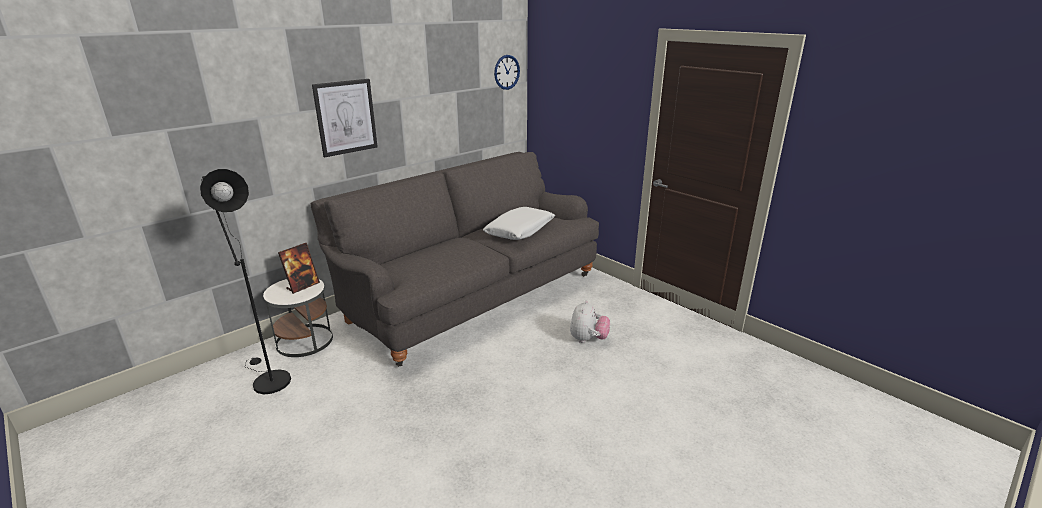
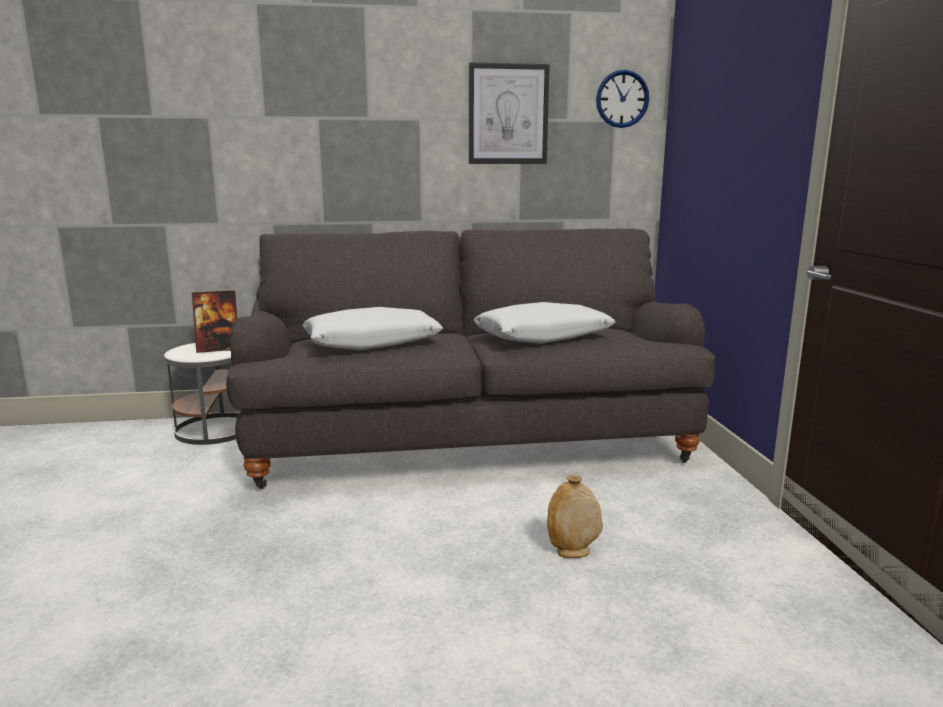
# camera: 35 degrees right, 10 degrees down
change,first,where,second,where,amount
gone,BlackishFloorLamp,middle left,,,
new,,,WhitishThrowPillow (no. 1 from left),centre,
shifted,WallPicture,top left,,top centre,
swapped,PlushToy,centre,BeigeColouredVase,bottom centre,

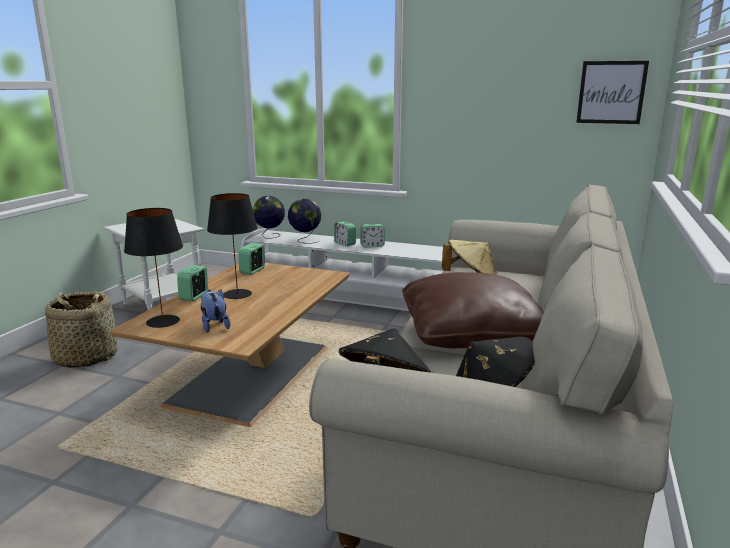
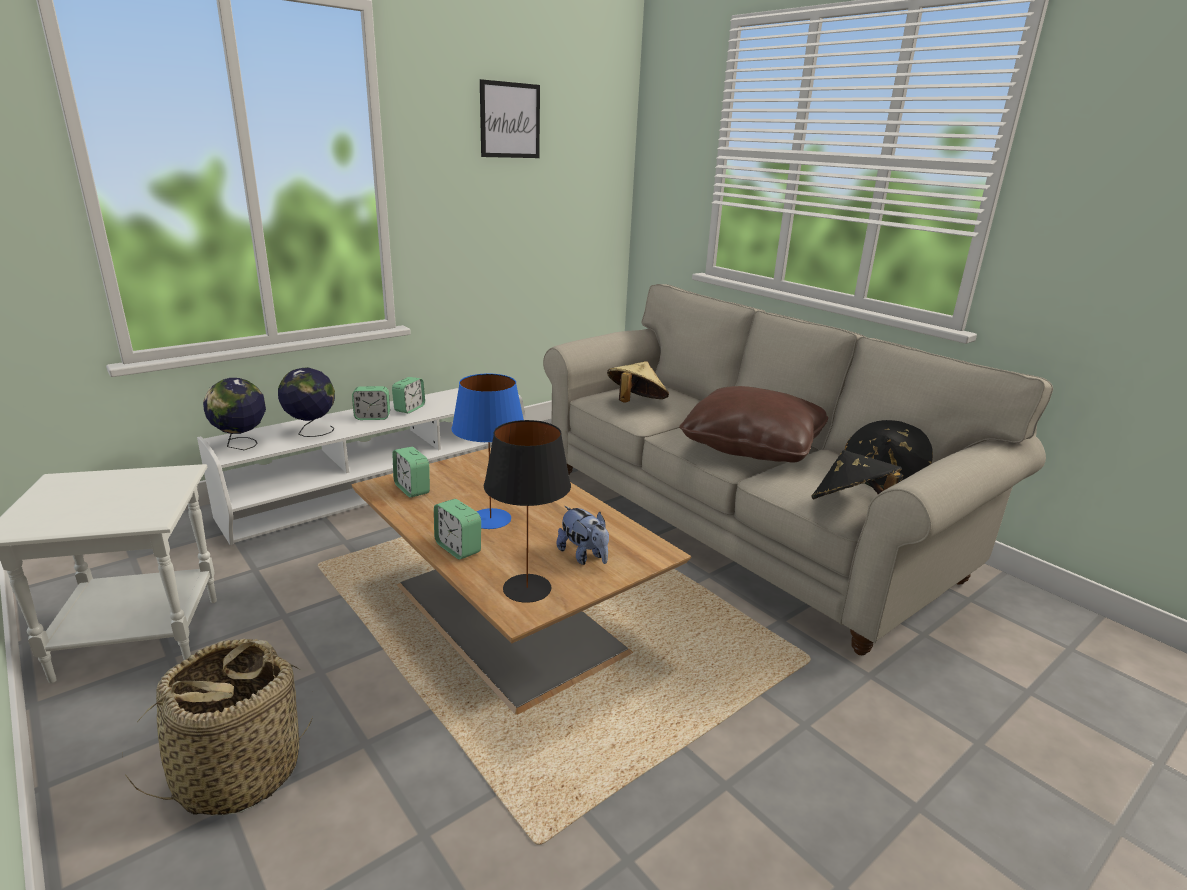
# camera: 60 degrees left, 5 degrees up
change,first,where,second,where,amount
shifted,WallPicture,top right,,top centre,
repainted,BlackishTableLamp (no. 2 from left),middle left,BlueColouredTableLamp,centre,
rotated,PlushToy,middle left,,centre,135 degrees counterclockwise

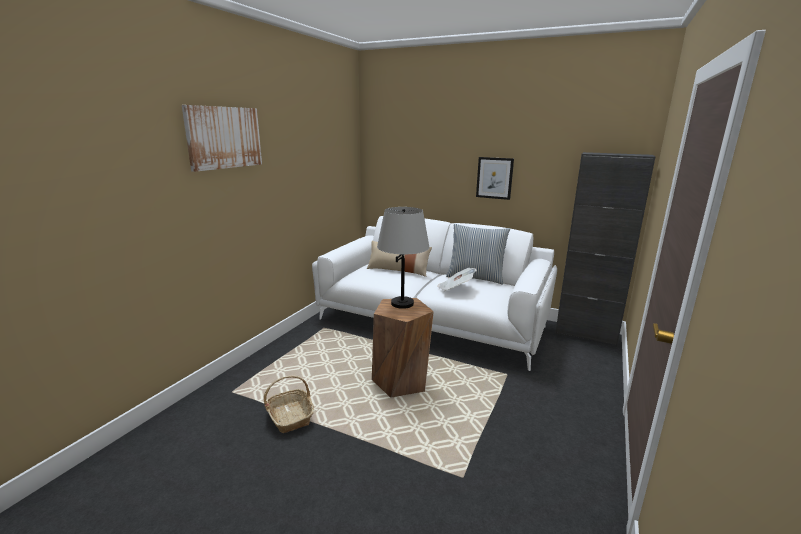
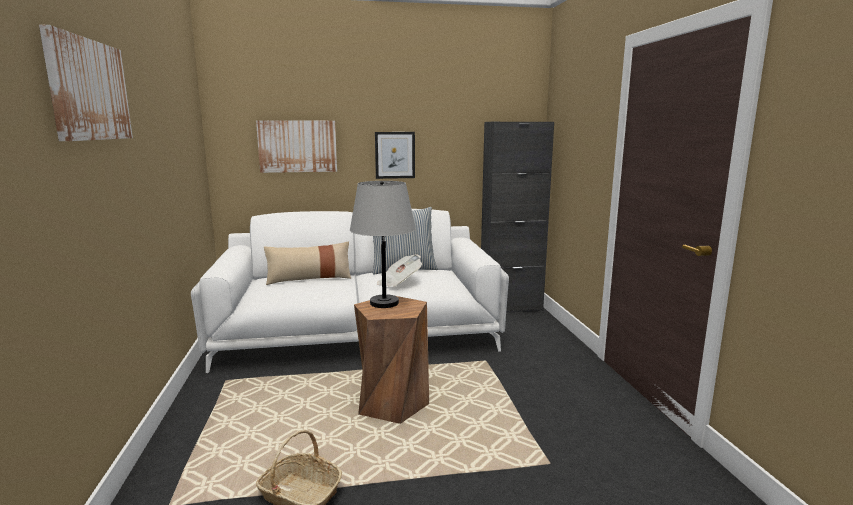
# camera: 35 degrees left, 5 degrees down
change,first,where,second,where,amount
new,,,WallPicture (no. 2 from left),top centre,

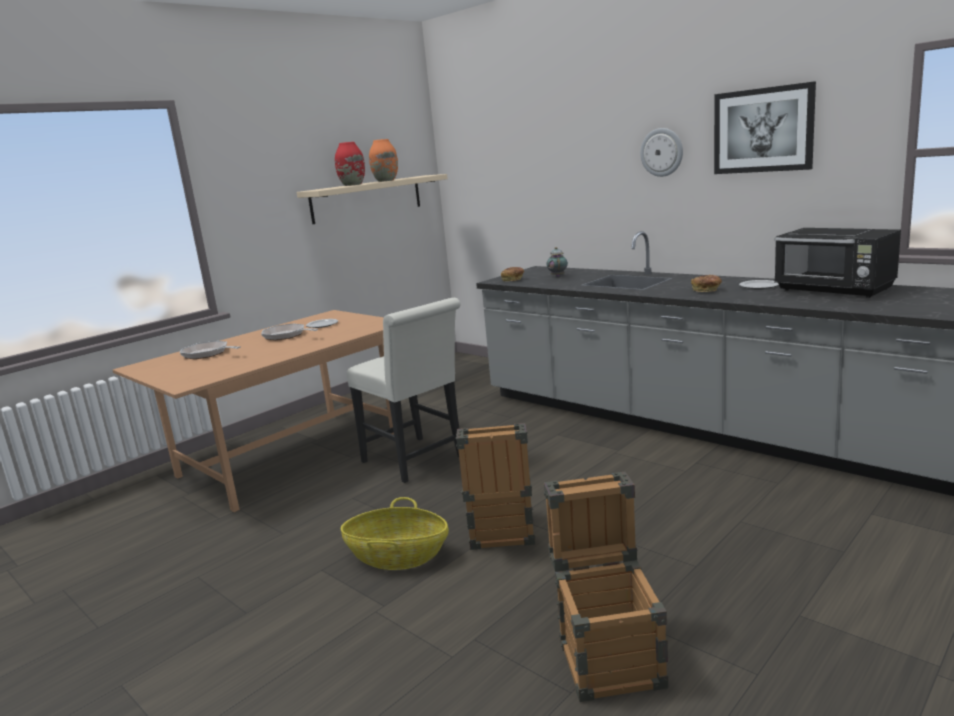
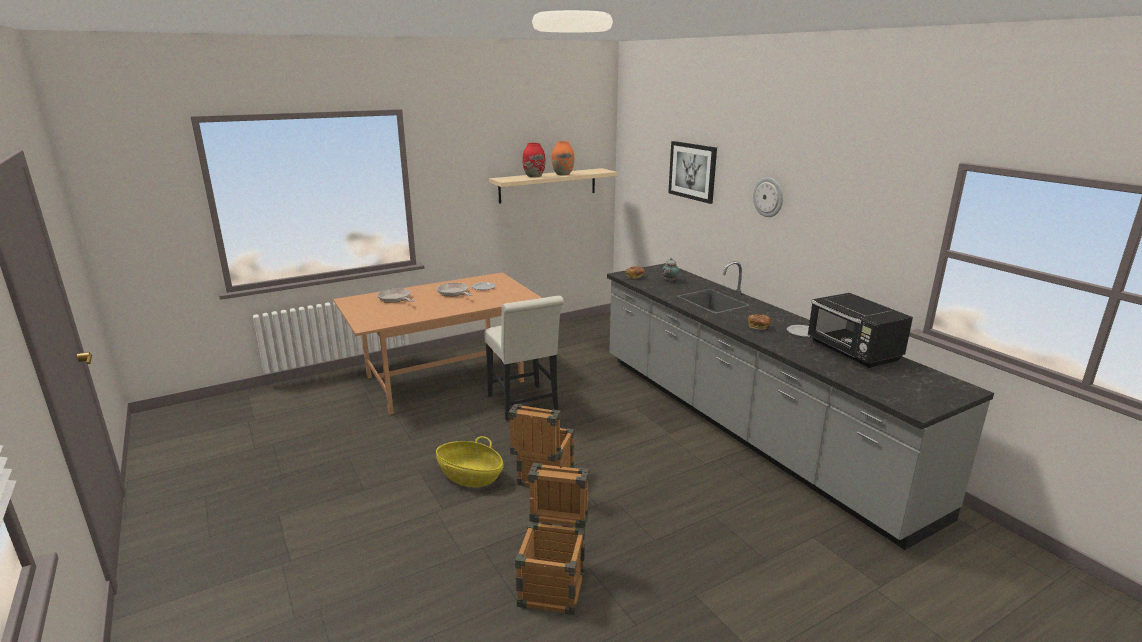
# camera: 15 degrees right, 5 degrees up
change,first,where,second,where,amount
shifted,WallPicture,top right,,top centre,

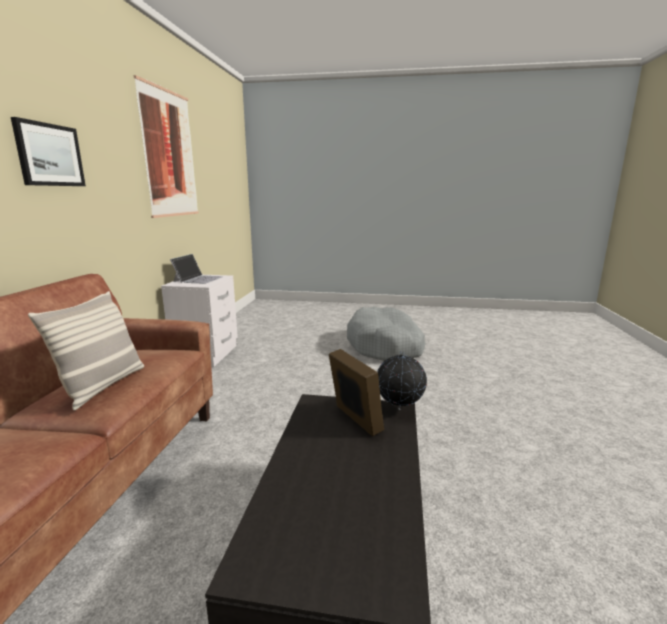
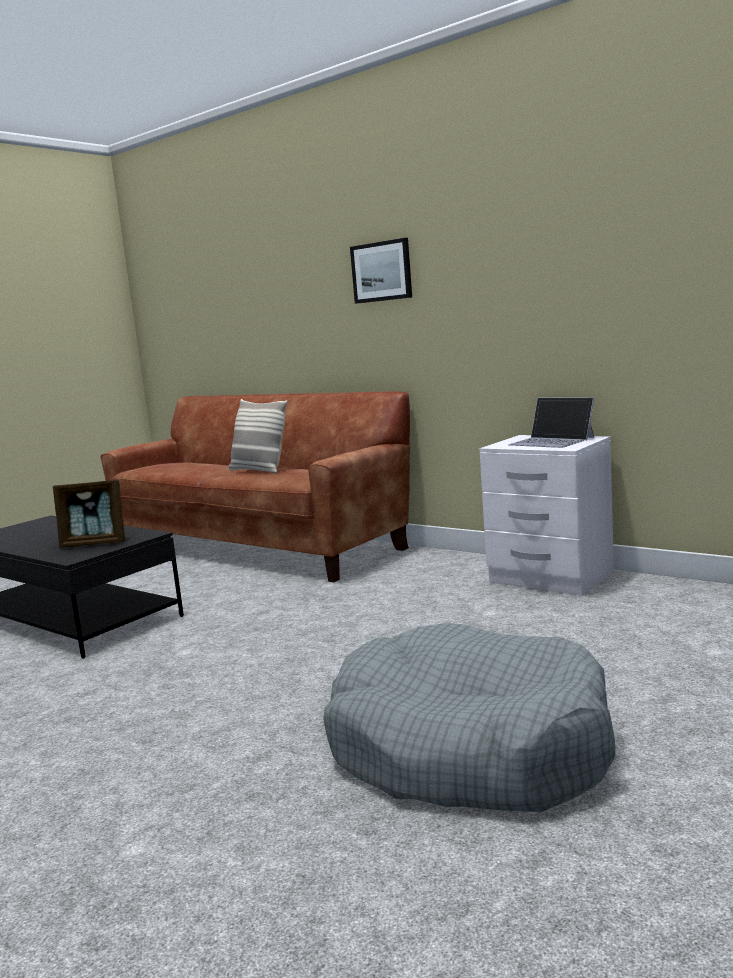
# camera: 120 degrees right, 5 degrees down
change,first,where,second,where,amount
gone,WallPicture (no. 2 from left),top left,,,
gone,DeskGlobe,centre,,,

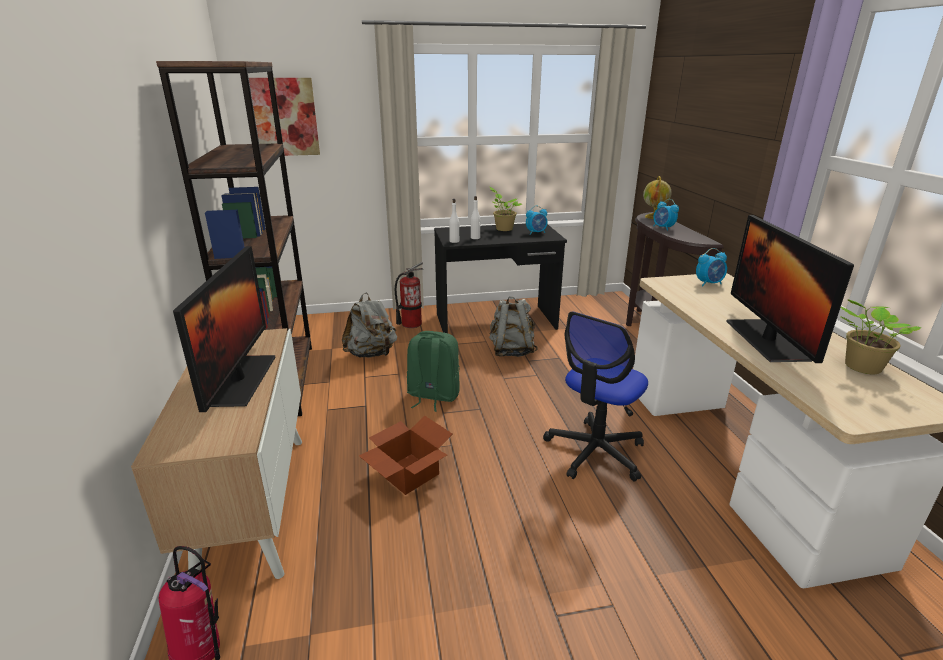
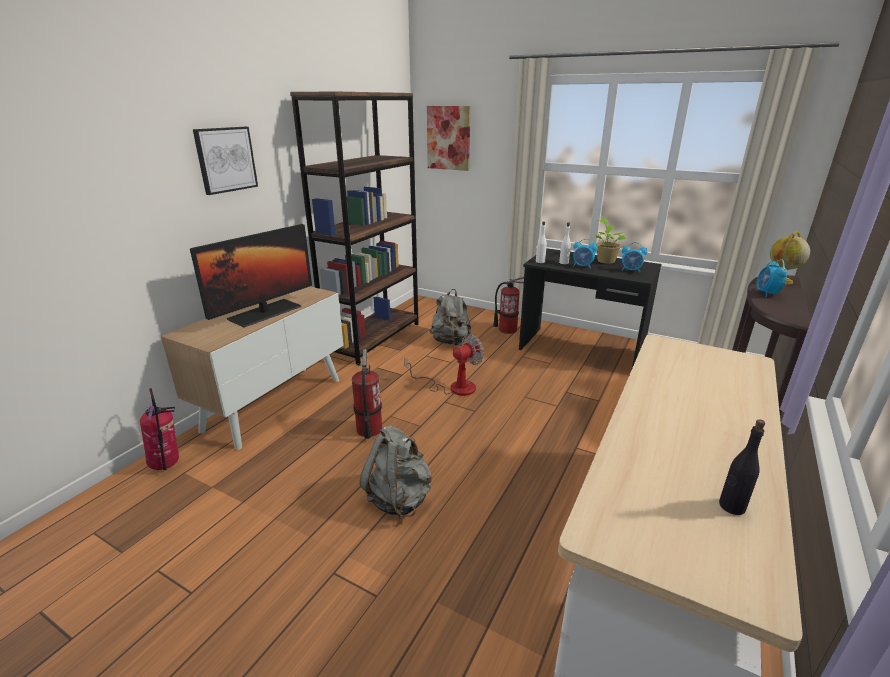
# camera: 40 degrees right, 0 degrees up
change,first,where,second,where,amount
gone,OfficeChair,centre,,,
gone,ComputerScreen (no. 2 from left),middle right,,,
new,,,WallPicture (no. 1 from left),top left,
shifted,GreyishKnapsack (no. 2 from left in the first image),centre,GreyishKnapsack (no. 1 from left),bottom centre,
shifted,BedsideClock (no. 3 from left in the first image),middle right,BedsideClock (no. 1 from left),centre,
swapped,CardboardBox,bottom centre,Extinguisher (no. 2 from left),centre,
swapped,GreenishKnapsack,centre,CoolingFan,centre,
swapped,PlantInAPot (no. 2 from left),middle right,BlackishDrinkBottle,bottom right,

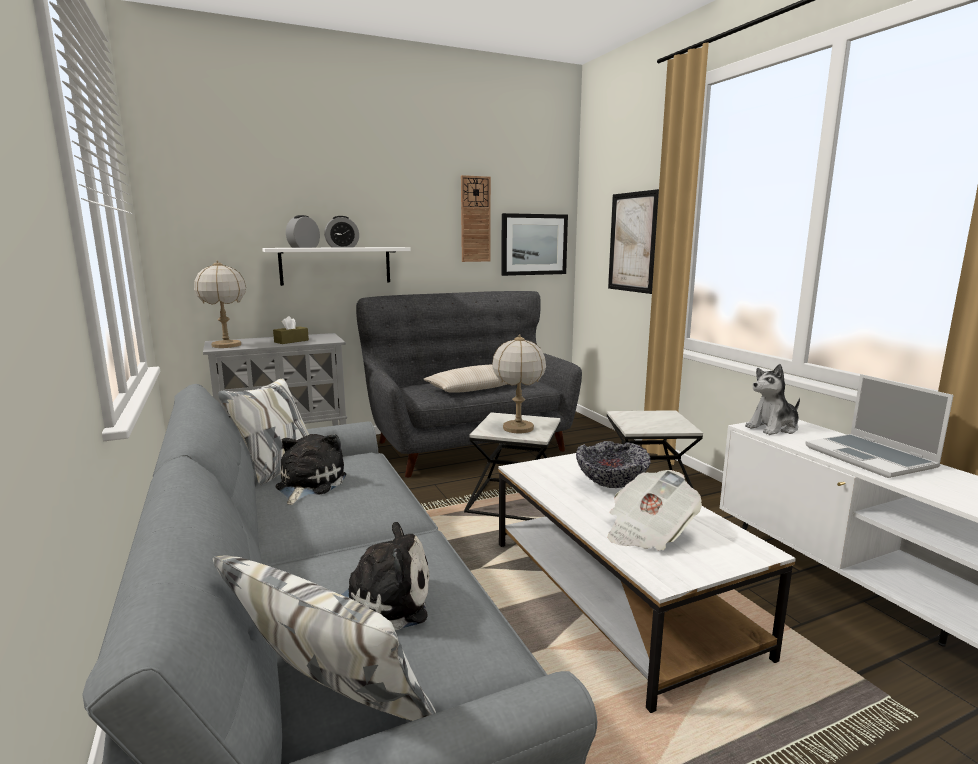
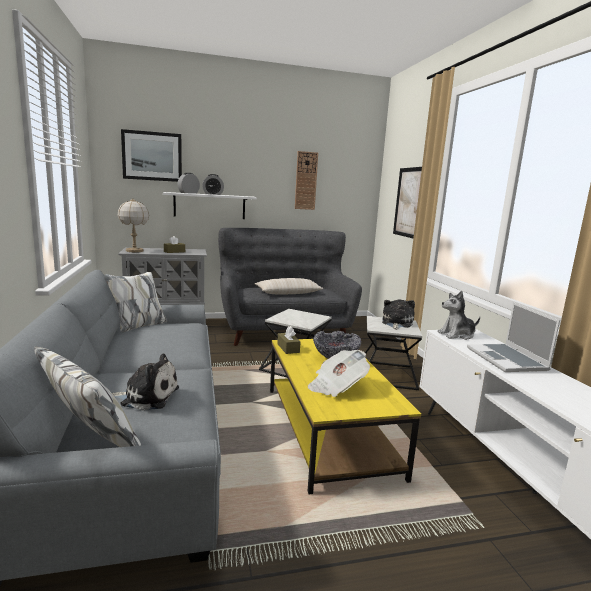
# camera: 10 degrees right, 0 degrees up
change,first,where,second,where,amount
gone,TableLamp (no. 2 from left),centre,,,
new,,,BrownishBoxOfTissues (no. 2 from left),centre,
shifted,PlushToy (no. 1 from left in the first image),middle left,PlushToy (no. 2 from left),middle right,
shifted,WallPicture (no. 1 from left),top centre,,top left,
repainted,WhitishLowTable,bottom centre,YellowishLowTable,bottom centre,

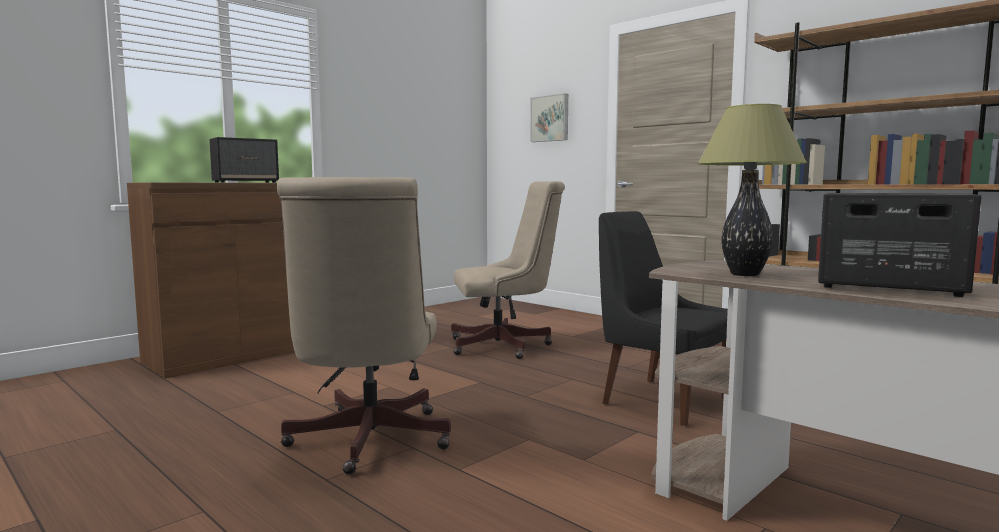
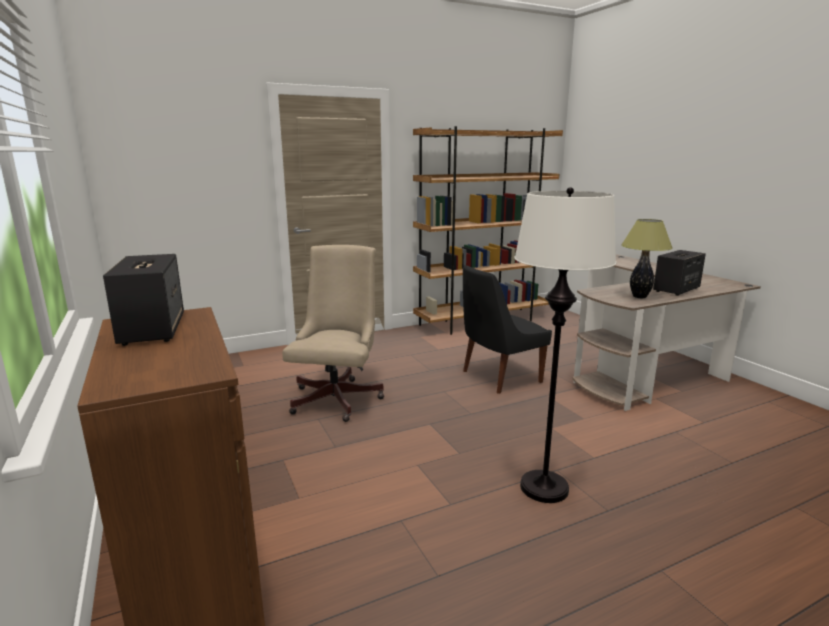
# camera: 70 degrees left, 10 degrees up
change,first,where,second,where,amount
gone,WallPicture,top centre,,,
swapped,BeigeColouredOfficeChair (no. 1 from left),centre,WhitishFloorLamp,middle right,

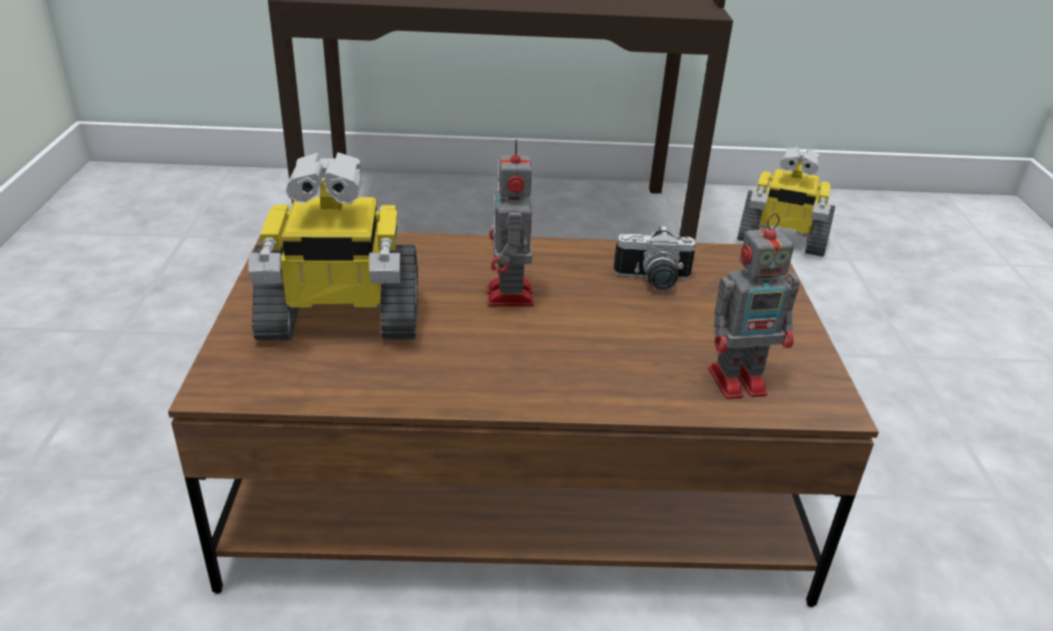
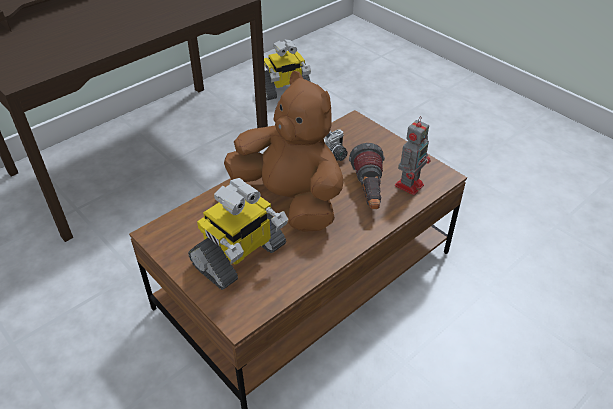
# camera: 40 degrees left, 10 degrees up
change,first,where,second,where,amount
new,,,Flashlight,centre,
swapped,ToyRobot (no. 2 from left),centre,BrownishPlushToy,centre,

